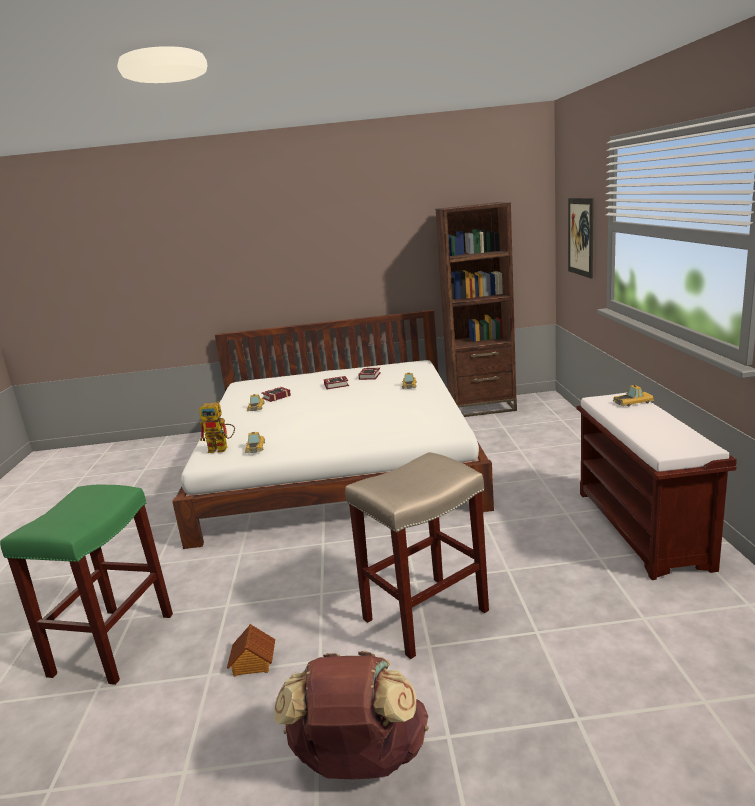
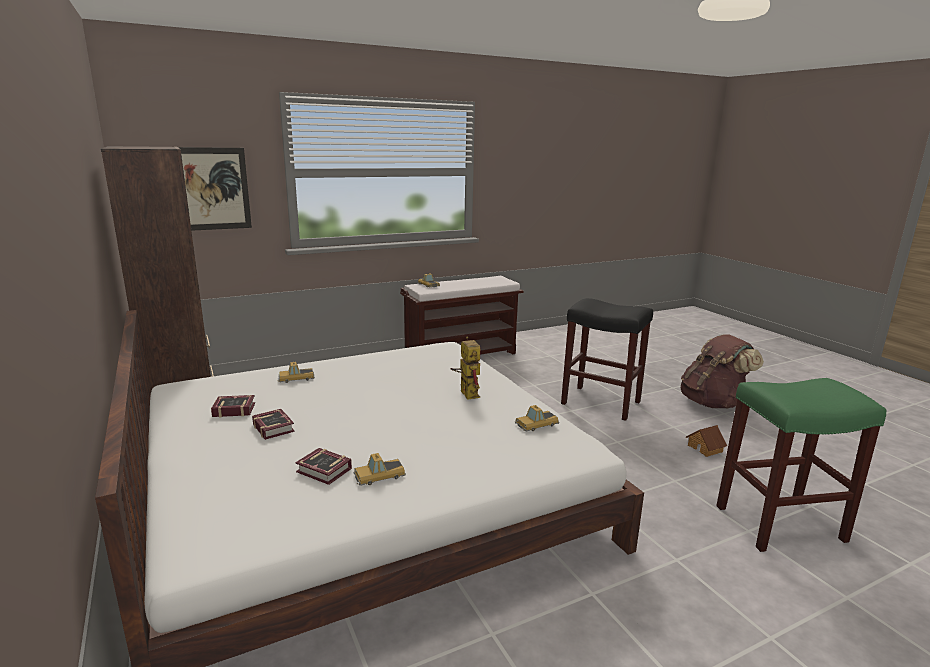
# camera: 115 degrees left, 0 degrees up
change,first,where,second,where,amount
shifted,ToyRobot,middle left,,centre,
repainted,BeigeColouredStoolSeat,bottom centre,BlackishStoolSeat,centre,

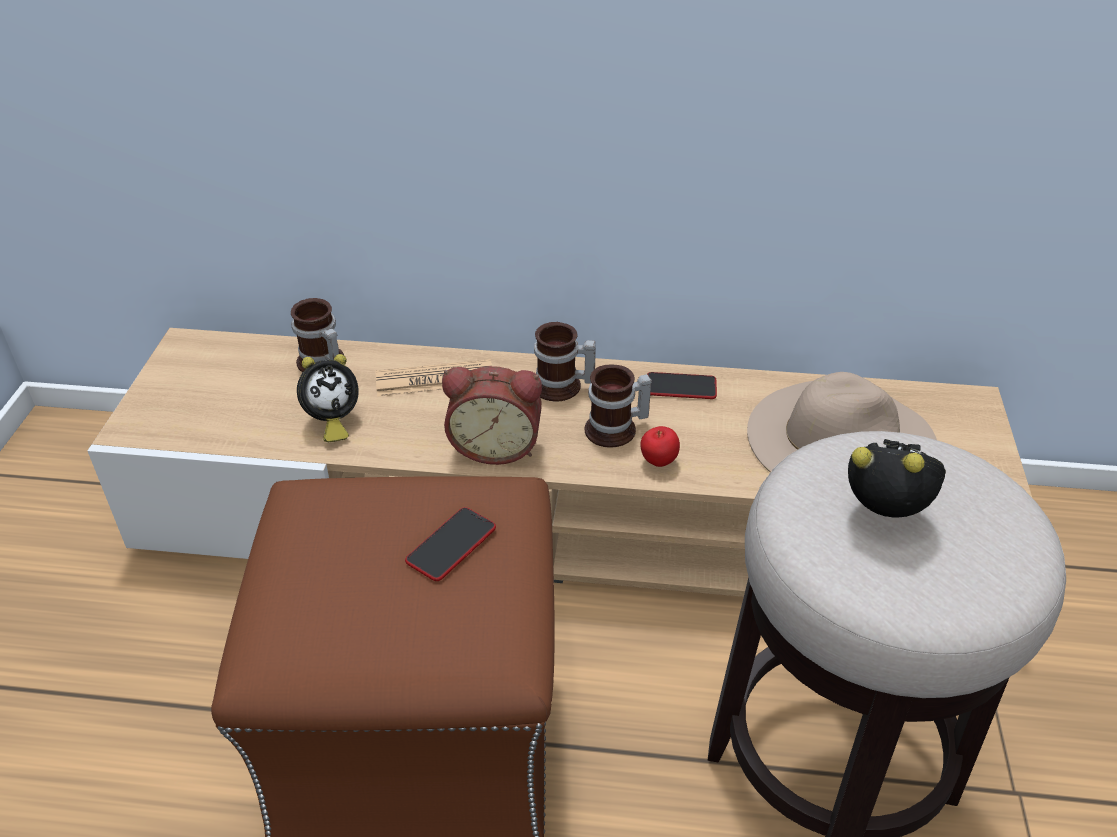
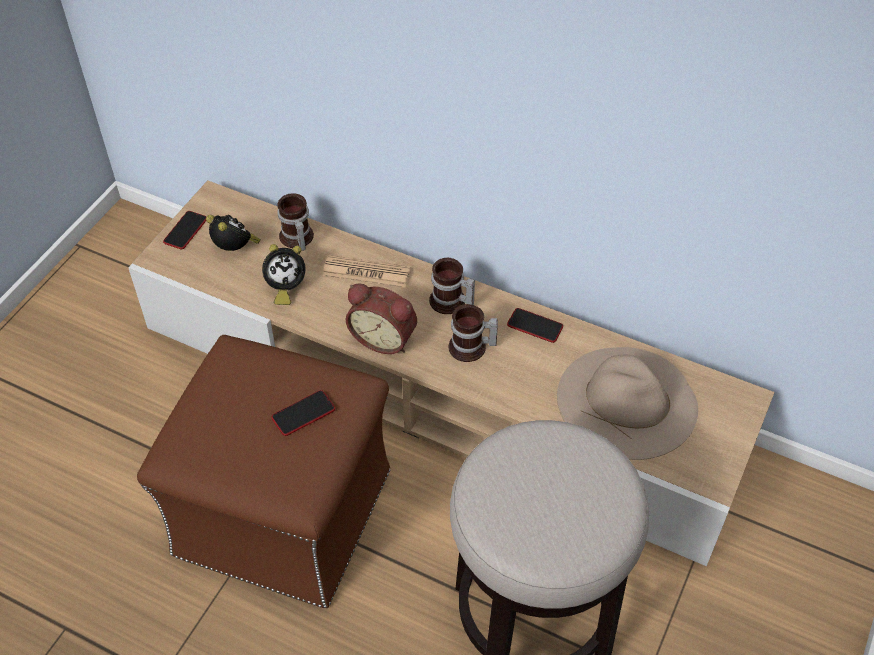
# camera: 20 degrees right, 10 degrees up
change,first,where,second,where,amount
gone,WholeApple,centre,,,
new,,,Phone (no. 1 from left),middle left,
shifted,BedsideClock (no. 3 from left in the first image),middle right,BedsideClock (no. 1 from left),middle left,

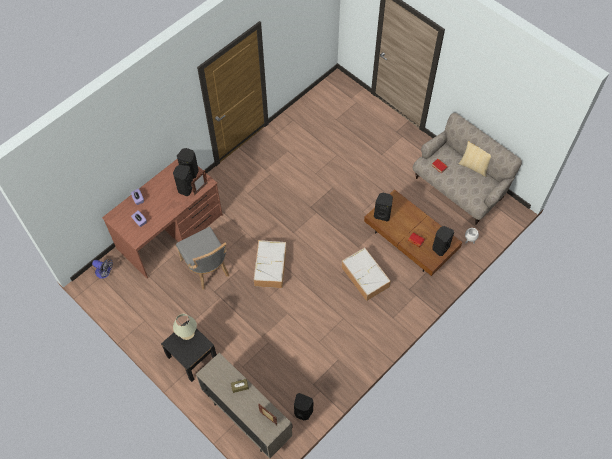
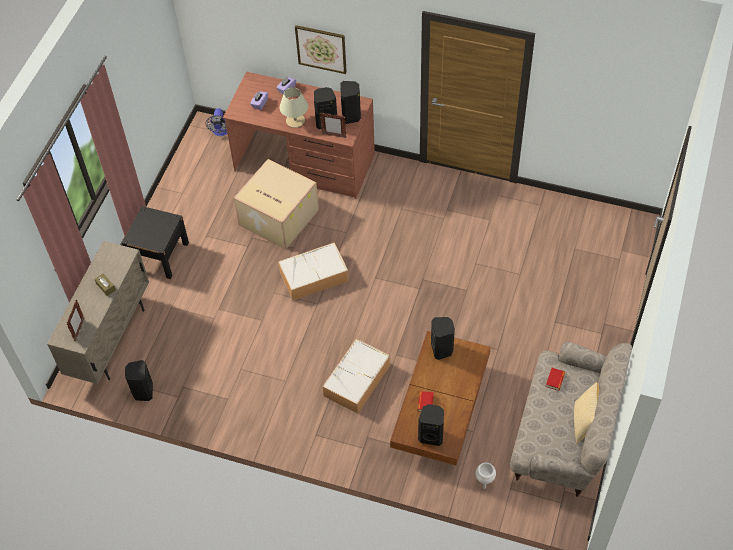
# camera: 65 degrees right, 5 degrees down
change,first,where,second,where,amount
new,,,WallPicture,top centre,
shifted,BeigeColouredTableLamp,bottom left,,top centre,
swapped,GreyishUprightChair,middle left,CardboardBox,centre,

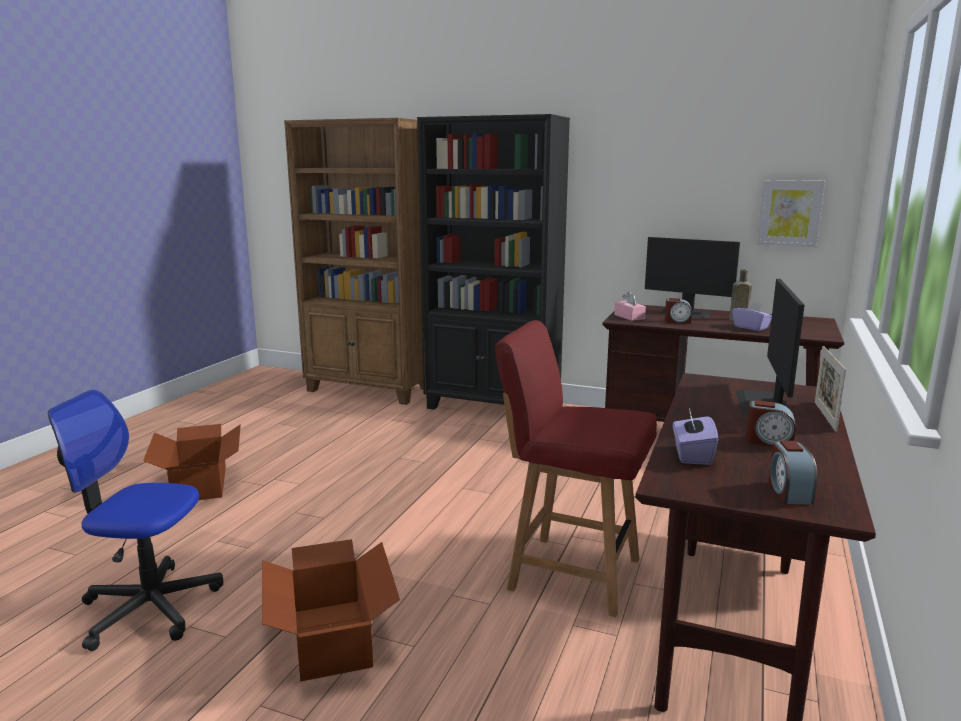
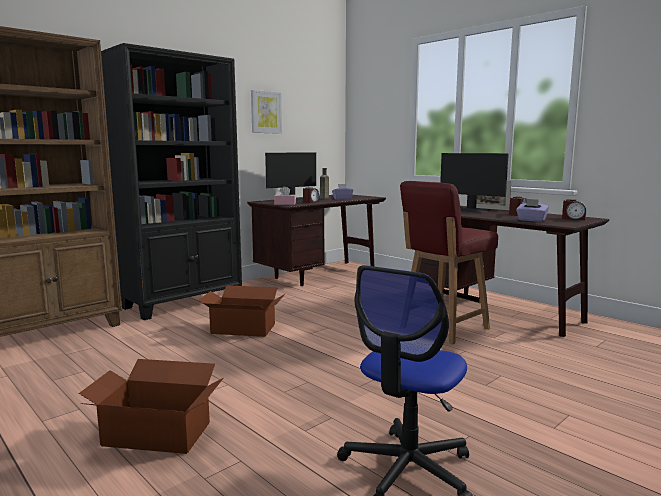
# camera: 65 degrees left, 5 degrees down
change,first,where,second,where,amount
shifted,CardboardBox (no. 2 from left),bottom centre,,centre,
shifted,WallPicture,top right,,top centre,

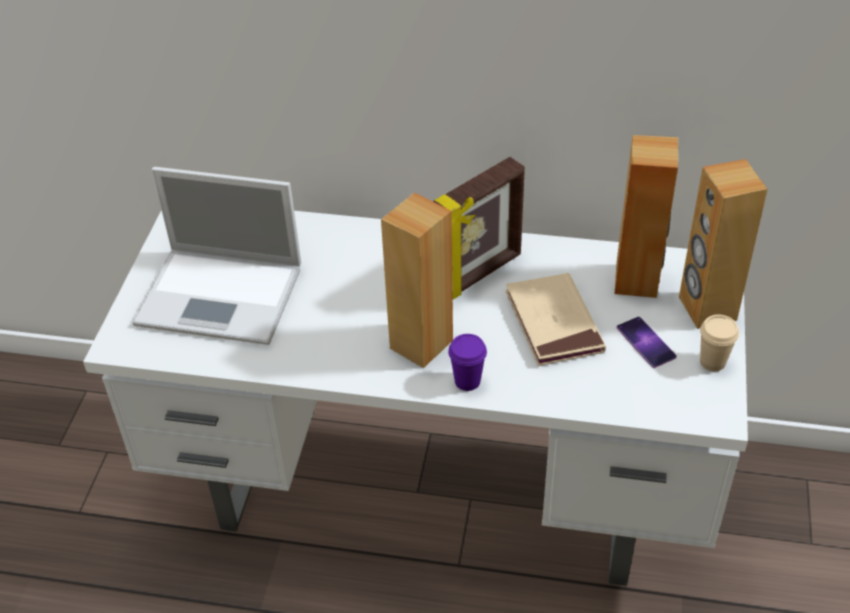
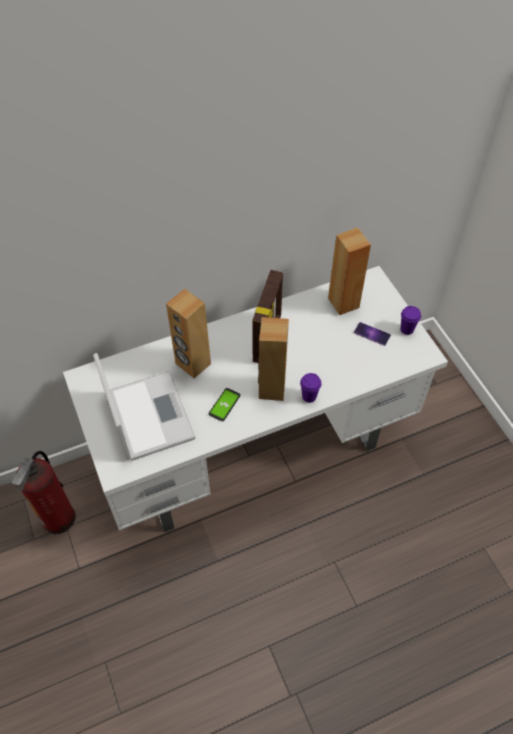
# camera: 35 degrees left, 10 degrees up
change,first,where,second,where,amount
gone,BeigeColouredBoundBook,centre,,,
new,,,Extinguisher,bottom left,
new,,,Phone (no. 1 from left),centre,
shifted,BrownishSpeaker (no. 3 from left in the first image),middle right,BrownishSpeaker (no. 1 from left),centre,
repainted,BeigeColouredDrinkingCup,middle right,PurplishDrinkingCup (no. 2 from left),middle right,
rotated,Laptop,middle left,,middle left,90 degrees counterclockwise

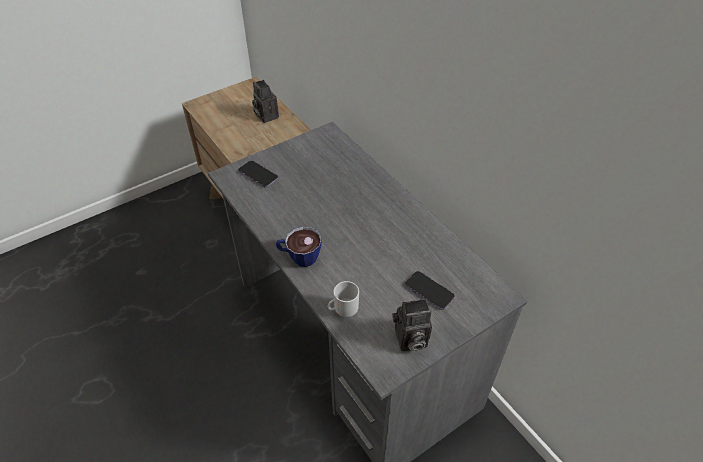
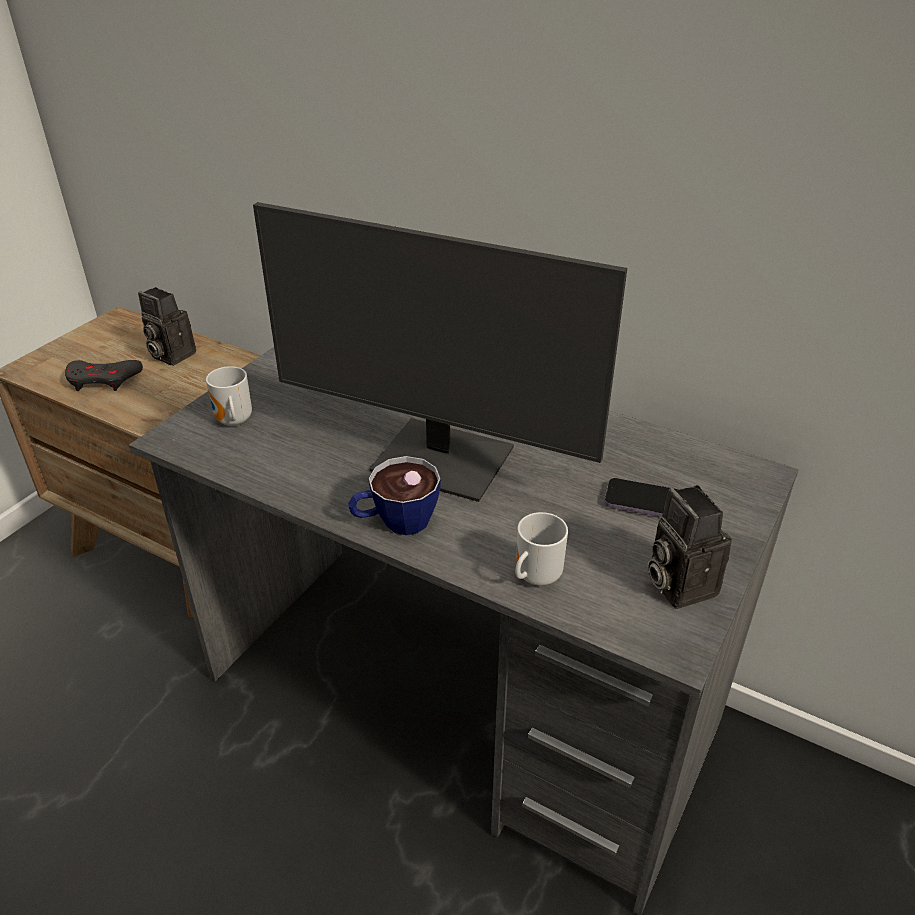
# camera: 25 degrees left, 10 degrees down
change,first,where,second,where,amount
new,,,GreyishGameController,middle left,
new,,,ComputerScreen,centre,
swapped,Phone (no. 1 from left),centre,Mug (no. 1 from left),middle left,
rotated,StillCamera (no. 2 from left),bottom centre,,middle right,105 degrees clockwise

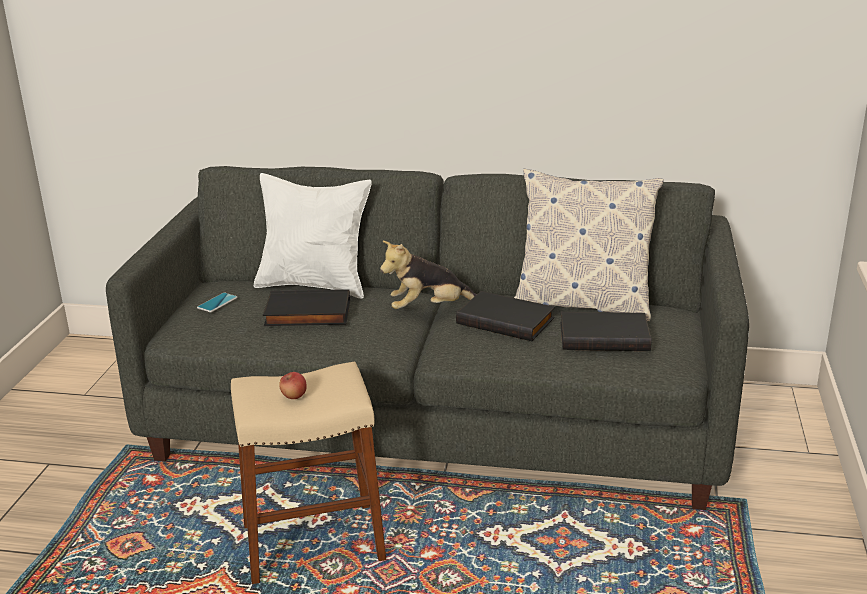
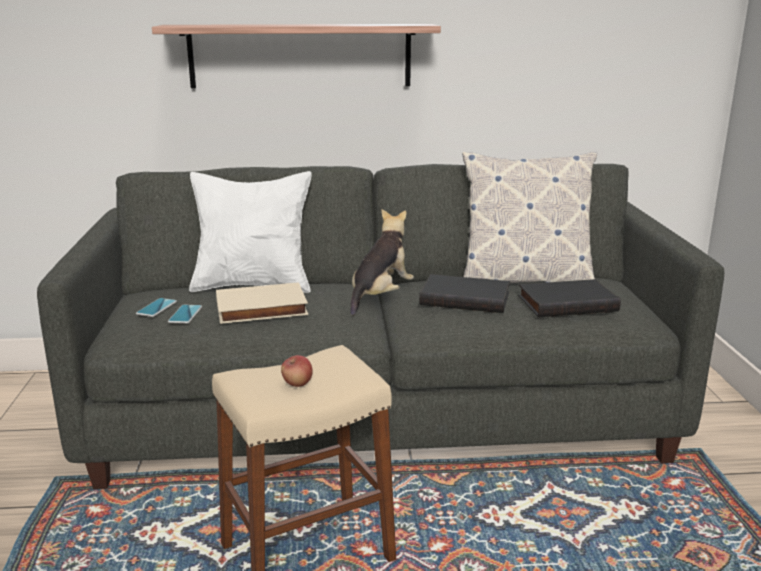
# camera: 15 degrees left, 5 degrees down
change,first,where,second,where,amount
new,,,WallShelf,top centre,
new,,,Phone (no. 2 from left),middle left,
repainted,BlackishBoundBook (no. 1 from left),centre,BeigeColouredBoundBook,centre,
rotated,PlushToy,centre,,centre,150 degrees clockwise

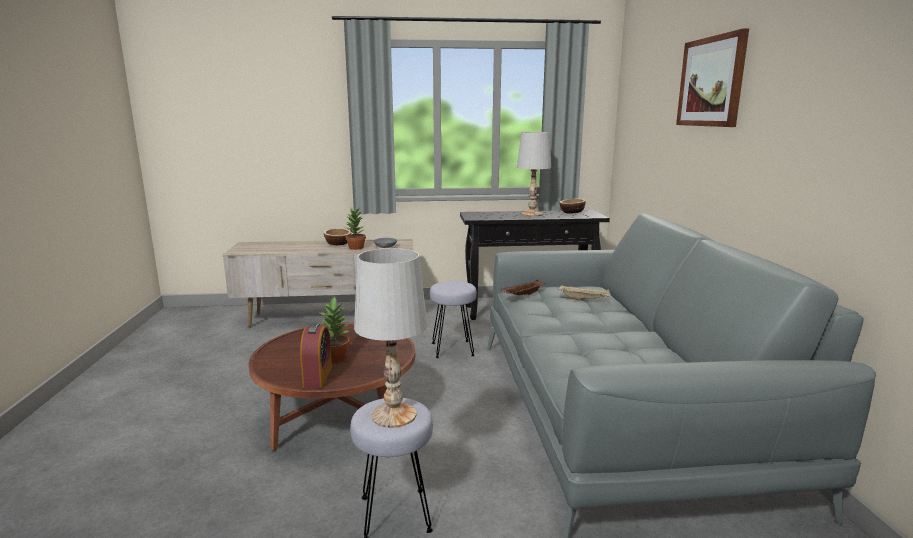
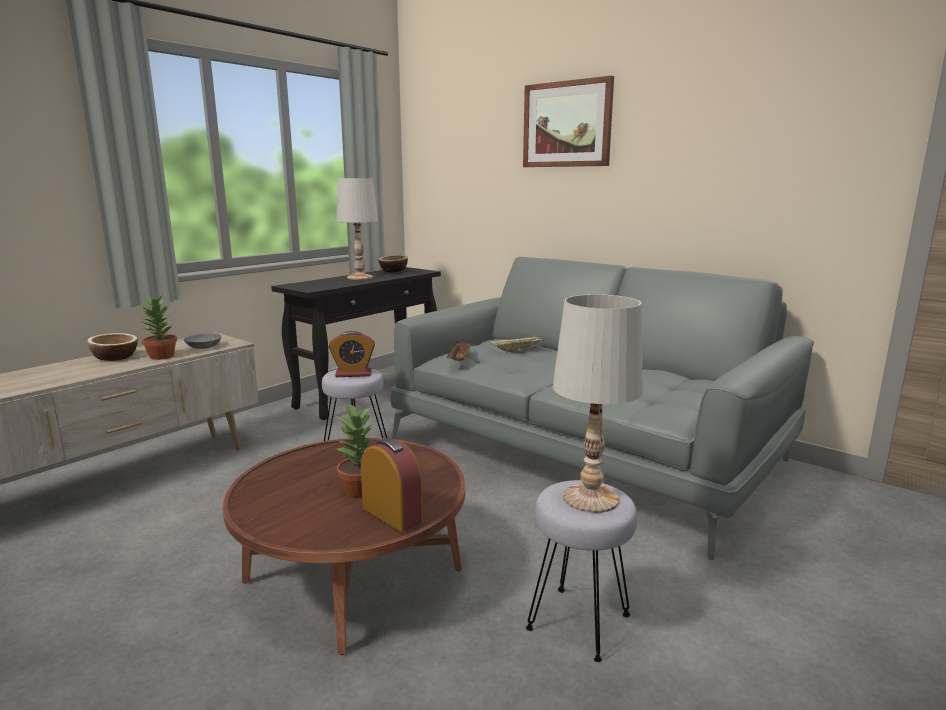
# camera: 45 degrees left, 0 degrees up
change,first,where,second,where,amount
new,,,BedsideClock (no. 1 from left),centre,

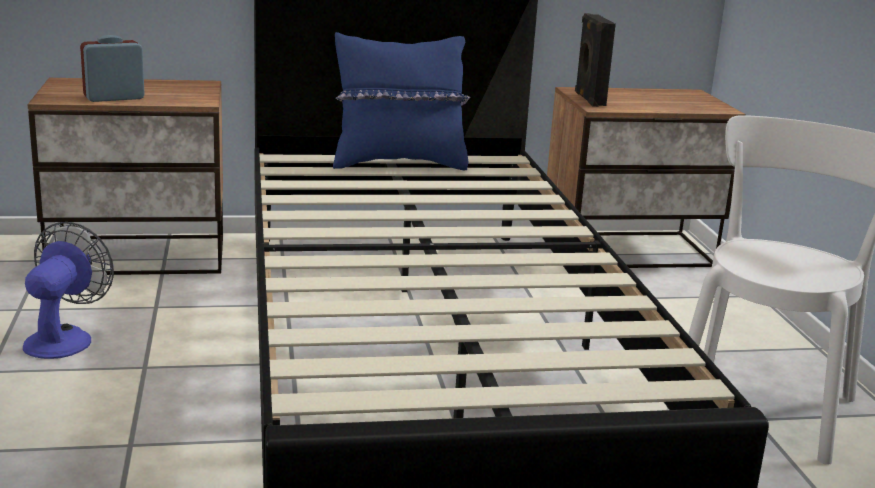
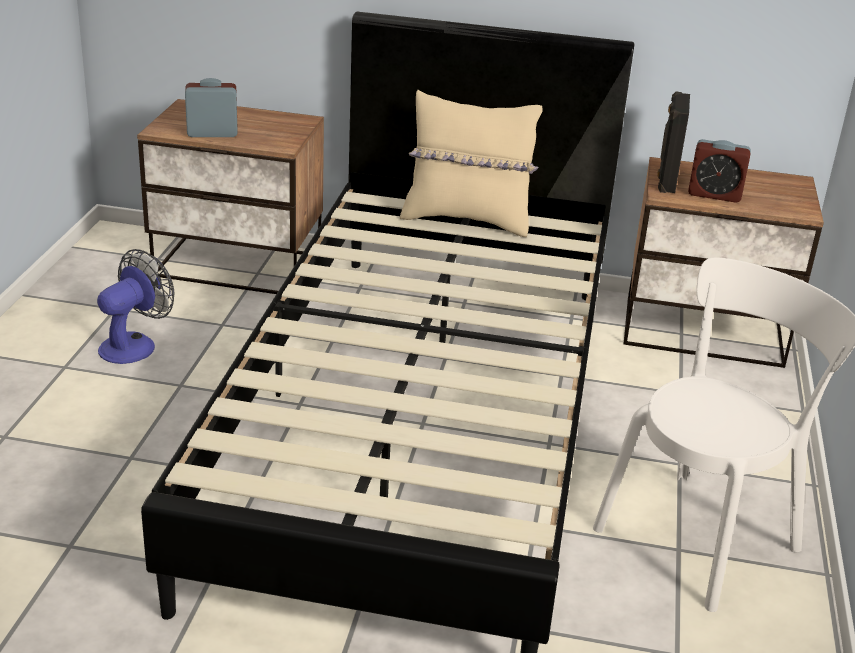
# camera: 20 degrees right, 10 degrees up
change,first,where,second,where,amount
new,,,BedsideClock (no. 2 from left),top right,
repainted,BlueColouredThrowPillow,top centre,BeigeColouredThrowPillow,top centre,

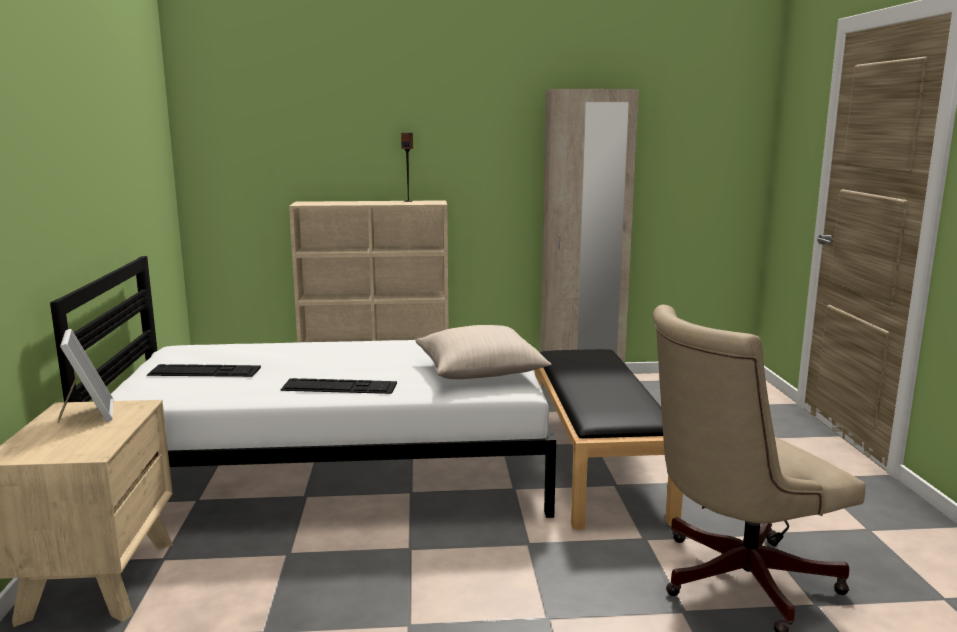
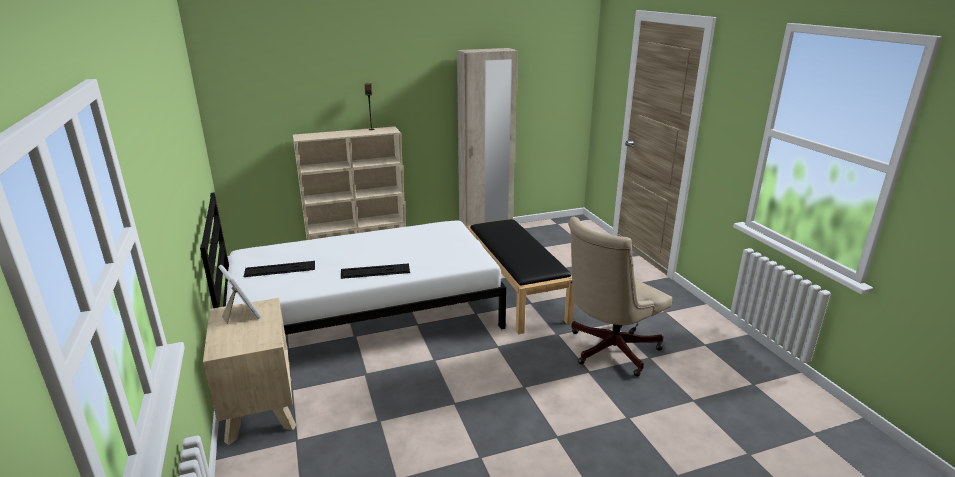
# camera: 15 degrees left, 10 degrees up
change,first,where,second,where,amount
gone,BeigeColouredThrowPillow,centre,,,

